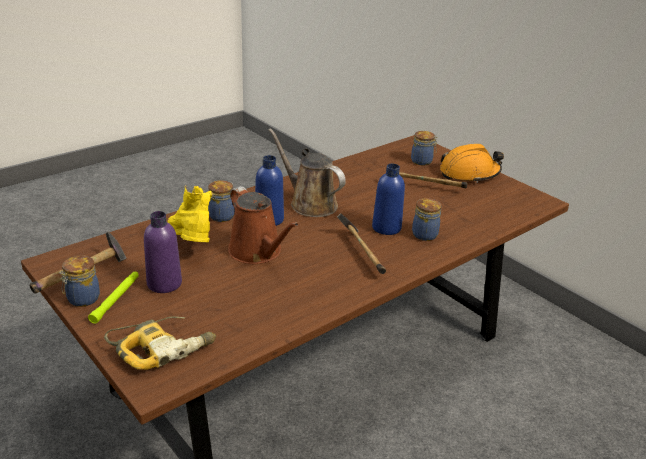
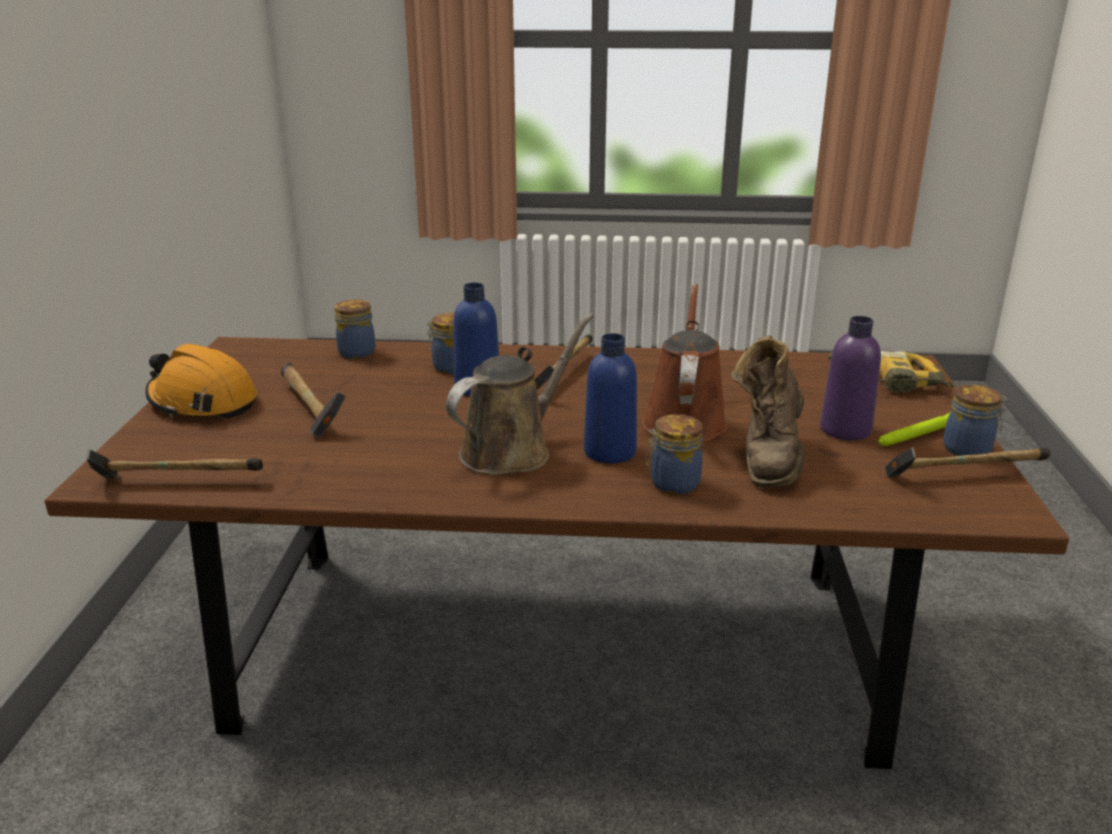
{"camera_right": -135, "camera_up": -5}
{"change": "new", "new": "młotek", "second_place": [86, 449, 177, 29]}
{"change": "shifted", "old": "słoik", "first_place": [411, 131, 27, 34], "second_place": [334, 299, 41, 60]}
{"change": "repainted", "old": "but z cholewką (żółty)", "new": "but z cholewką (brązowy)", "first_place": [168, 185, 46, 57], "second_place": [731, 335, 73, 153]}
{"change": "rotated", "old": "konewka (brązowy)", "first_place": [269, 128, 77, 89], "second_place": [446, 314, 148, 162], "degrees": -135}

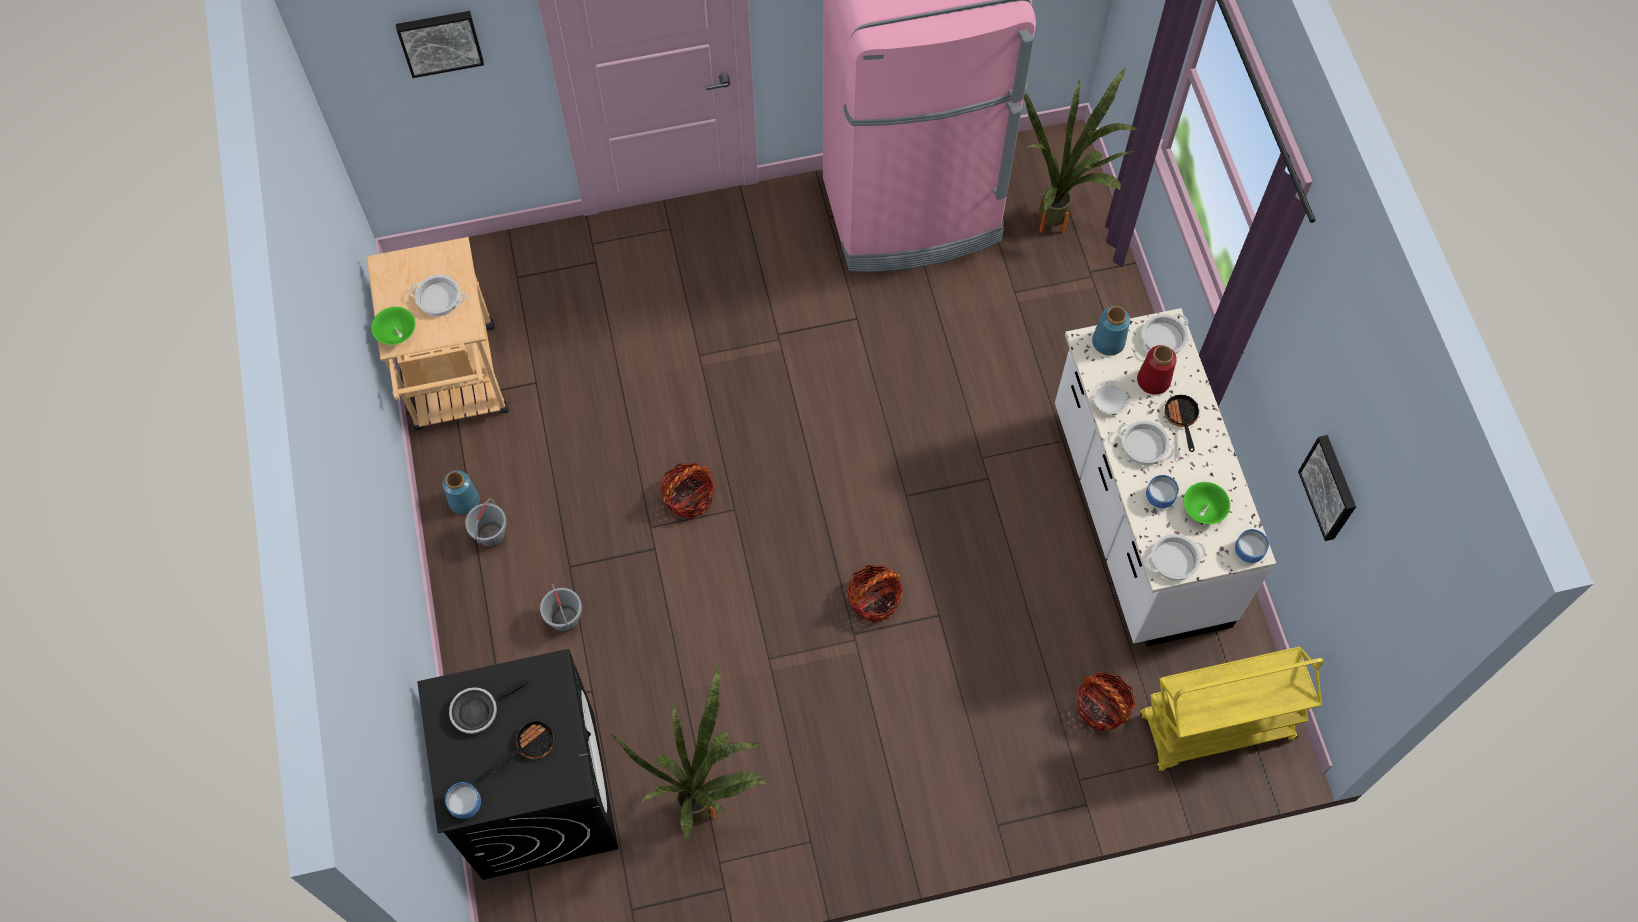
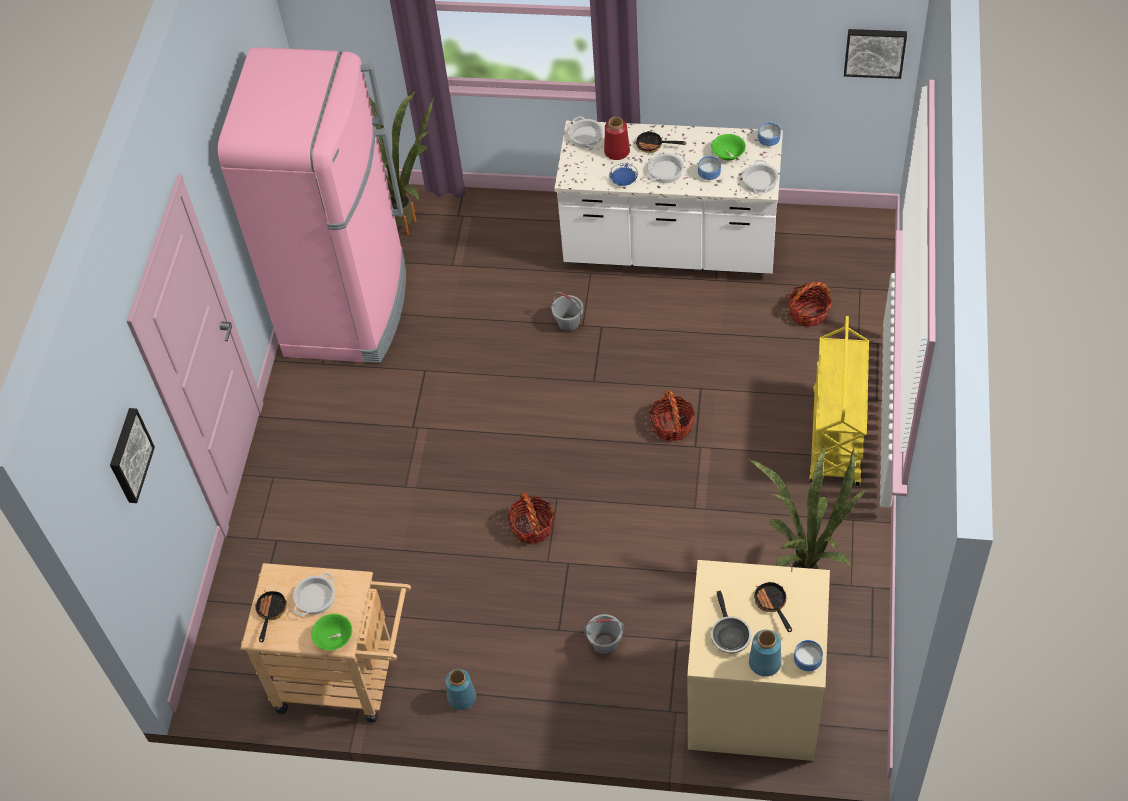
{"camera_right": -65, "camera_up": -10}
{"change": "new", "new": "patelnia", "second_place": [255, 591, 32, 51]}
{"change": "shifted", "old": "wiadro (szary)", "first_place": [465, 498, 42, 49], "second_place": [552, 292, 31, 40]}
{"change": "shifted", "old": "wazon (niebieski)", "first_place": [1092, 306, 38, 50], "second_place": [749, 630, 32, 47]}
{"change": "shifted", "old": "wózek (żółty)", "first_place": [1140, 647, 184, 124], "second_place": [809, 316, 60, 170]}
{"change": "shifted", "old": "obraz", "first_place": [1298, 435, 58, 106], "second_place": [844, 29, 63, 50]}
{"change": "repainted", "old": "pralka (czarny)", "new": "pralka (beżowy)", "first_place": [417, 649, 201, 231], "second_place": [687, 560, 143, 201]}
{"change": "repainted", "old": "talerz (biały)", "new": "talerz (niebieski)", "first_place": [1092, 381, 38, 33], "second_place": [609, 163, 29, 23]}

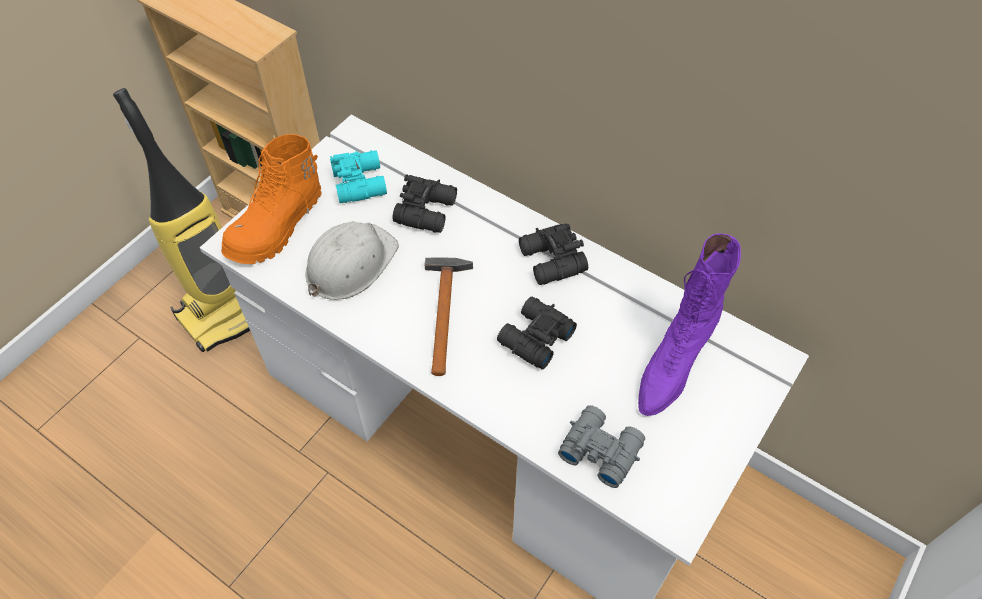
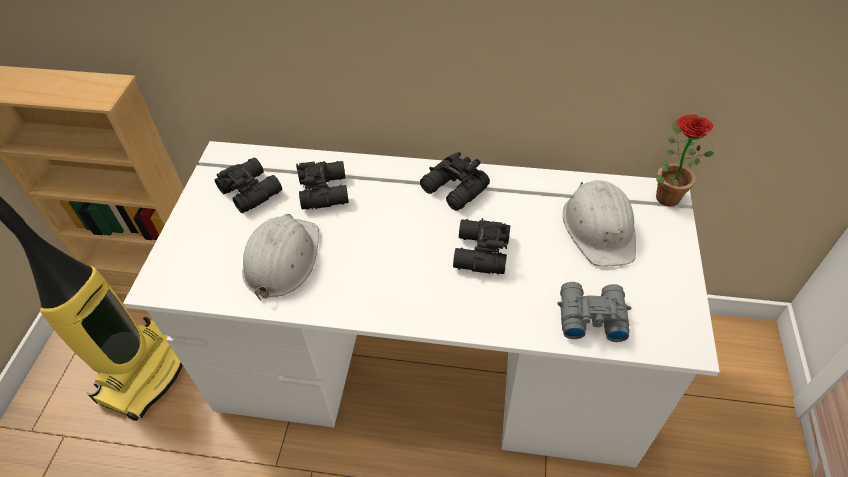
{"camera_right": -25, "camera_up": -5}
{"change": "gone", "old": "but z cholewką (pomarańczowy)", "first_place": [221, 134, 101, 130]}
{"change": "gone", "old": "młotek", "first_place": [425, 257, 48, 119]}
{"change": "new", "new": "roślina doniczkowa", "second_place": [656, 114, 58, 92]}
{"change": "swapped", "old": "but z cholewką (fioletowy)", "new": "kask (biały)", "first_place": [638, 233, 103, 183], "second_place": [563, 180, 73, 87]}
{"change": "repainted", "old": "lornetka (turkusowy)", "new": "lornetka (czarny)", "first_place": [330, 150, 57, 53], "second_place": [215, 157, 67, 56]}

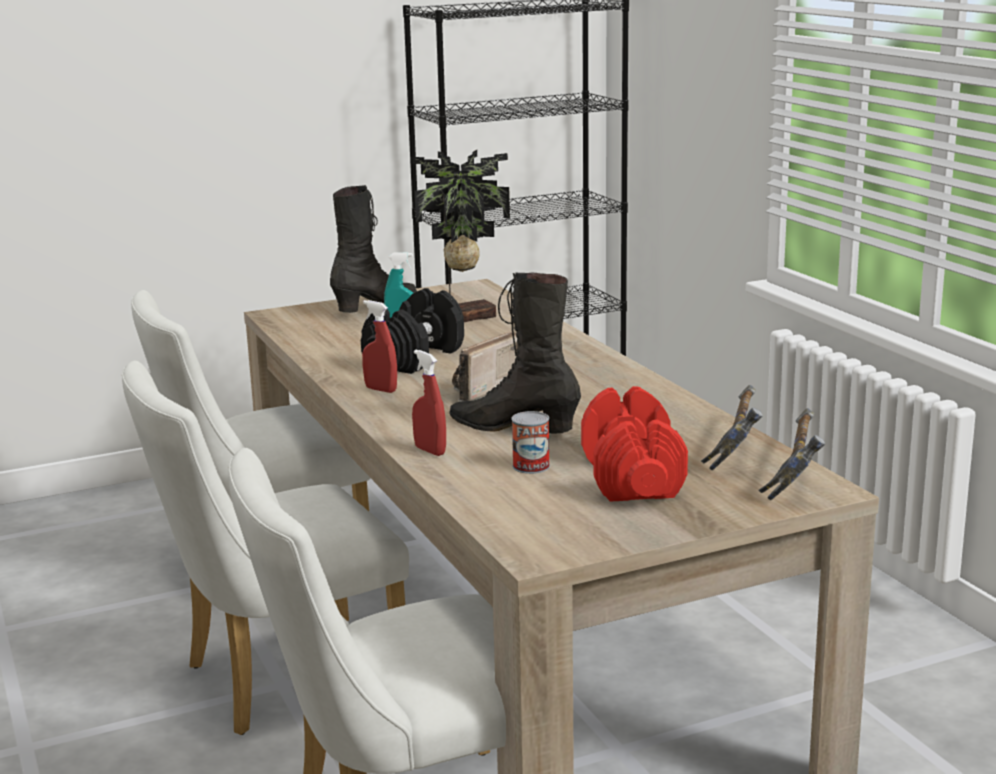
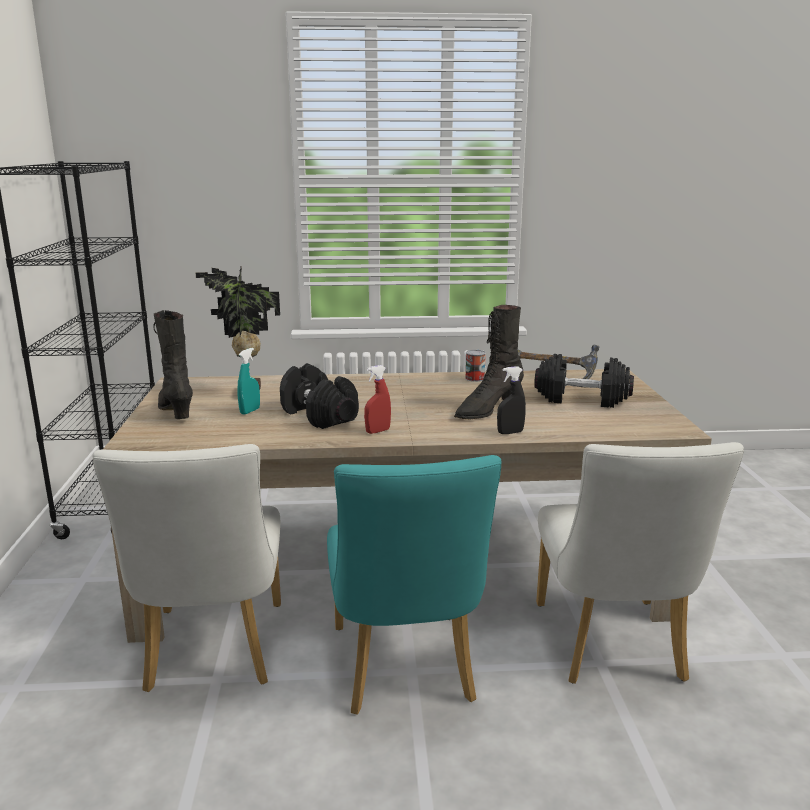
{"camera_right": -70, "camera_up": 0}
{"change": "gone", "old": "radio", "first_place": [452, 331, 66, 71]}
{"change": "gone", "old": "młotek", "first_place": [758, 408, 67, 93]}
{"change": "shifted", "old": "puszka", "first_place": [511, 411, 39, 63], "second_place": [465, 350, 21, 32]}
{"change": "repainted", "old": "krzesło (biały)", "new": "krzesło (turkusowy)", "first_place": [122, 361, 287, 374], "second_place": [327, 455, 174, 260]}
{"change": "repainted", "old": "spryskiwacz (czerwony)", "new": "spryskiwacz (czarny)", "first_place": [412, 350, 34, 106], "second_place": [497, 366, 29, 68]}
{"change": "repainted", "old": "hantel (czerwony)", "new": "hantel (czarny)", "first_place": [581, 386, 107, 116], "second_place": [534, 354, 100, 54]}

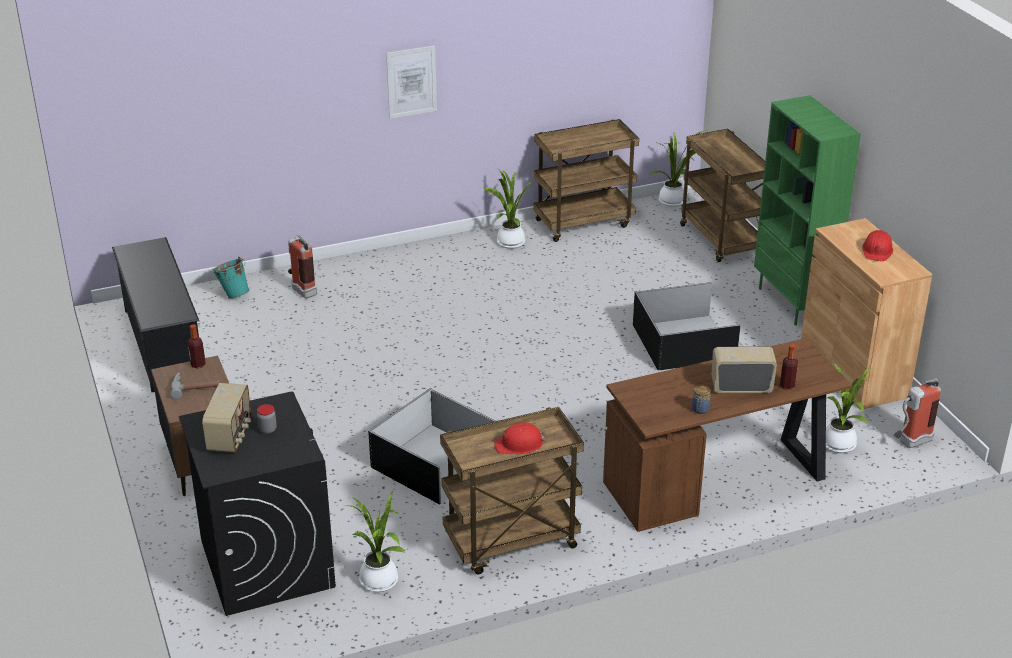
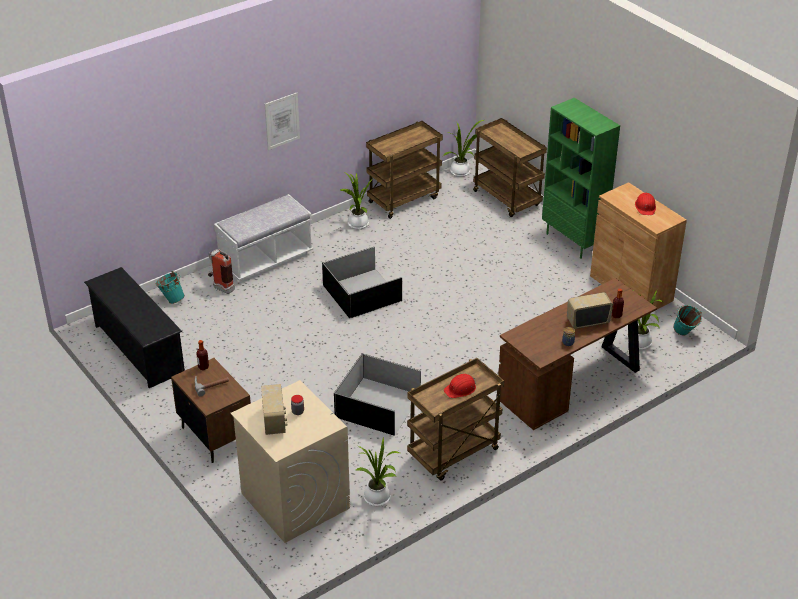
{"camera_right": -15, "camera_up": 5}
{"change": "new", "new": "ławka (biały)", "second_place": [214, 194, 99, 88]}
{"change": "shifted", "old": "pojemnik do przechowywania (czarny)", "first_place": [633, 282, 108, 88], "second_place": [322, 246, 80, 72]}
{"change": "swapped", "old": "gaśnica", "new": "wiadro (turkusowy)", "first_place": [893, 378, 48, 70], "second_place": [673, 305, 29, 30]}
{"change": "repainted", "old": "pralka (czarny)", "new": "pralka (beżowy)", "first_place": [179, 391, 157, 225], "second_place": [231, 380, 119, 163]}

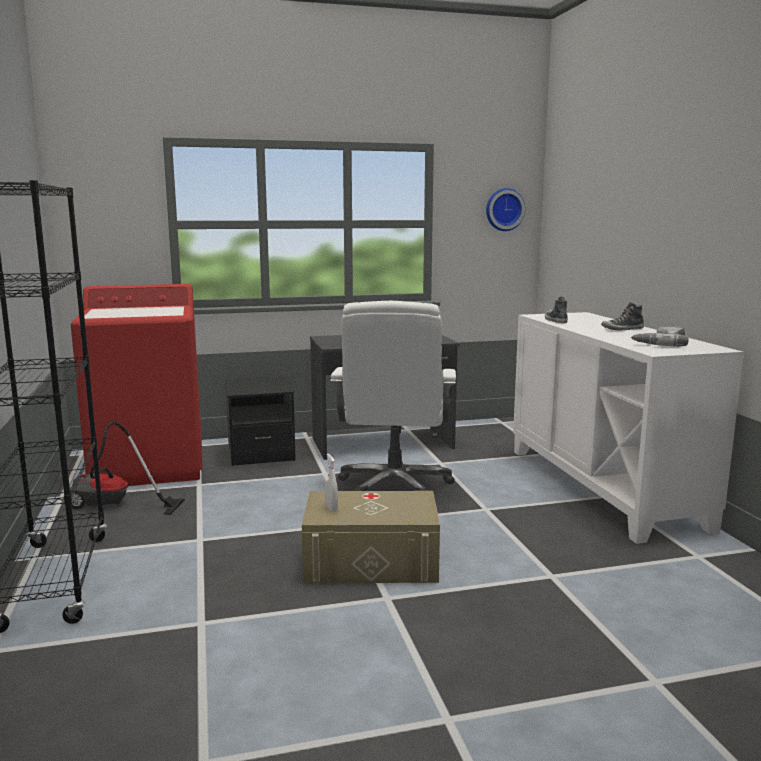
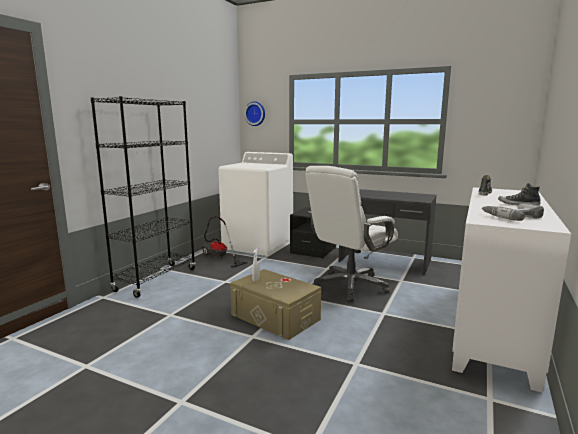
{"camera_right": 40, "camera_up": 0}
{"change": "shifted", "old": "zegar ścienny", "first_place": [486, 188, 39, 43], "second_place": [244, 101, 21, 25]}
{"change": "repainted", "old": "pralka (czerwony)", "new": "pralka (biały)", "first_place": [71, 284, 132, 202], "second_place": [218, 152, 75, 104]}

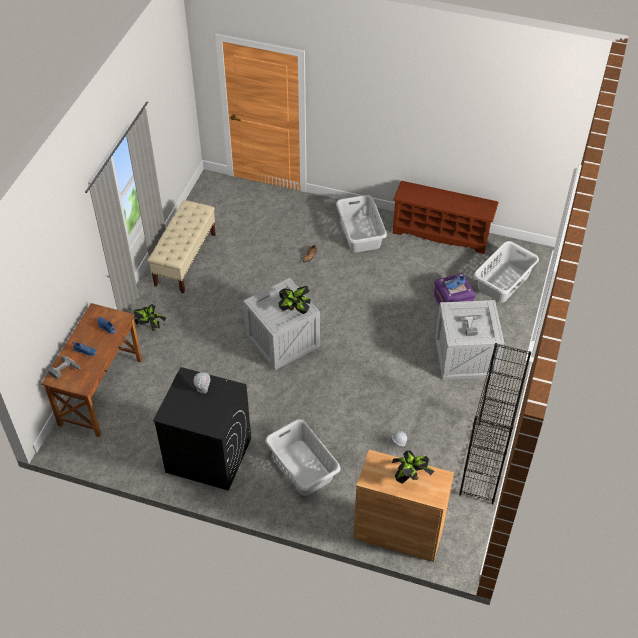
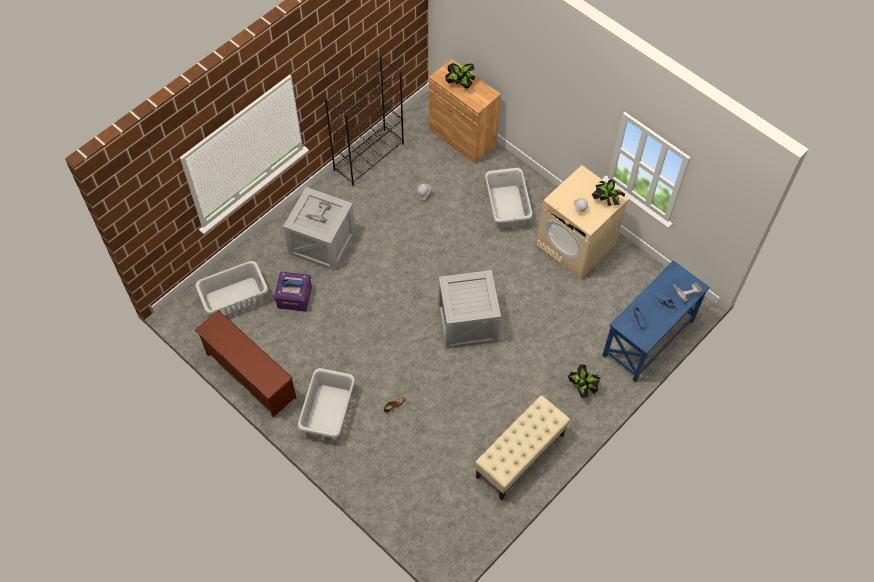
{"camera_right": -155, "camera_up": 10}
{"change": "shifted", "old": "roślina doniczkowa", "first_place": [278, 286, 33, 28], "second_place": [592, 179, 33, 27]}
{"change": "repainted", "old": "biurko (brązowy)", "new": "biurko (niebieski)", "first_place": [41, 303, 101, 135], "second_place": [602, 260, 108, 122]}
{"change": "repainted", "old": "pralka (czarny)", "new": "pralka (beżowy)", "first_place": [153, 367, 98, 124], "second_place": [537, 165, 92, 114]}

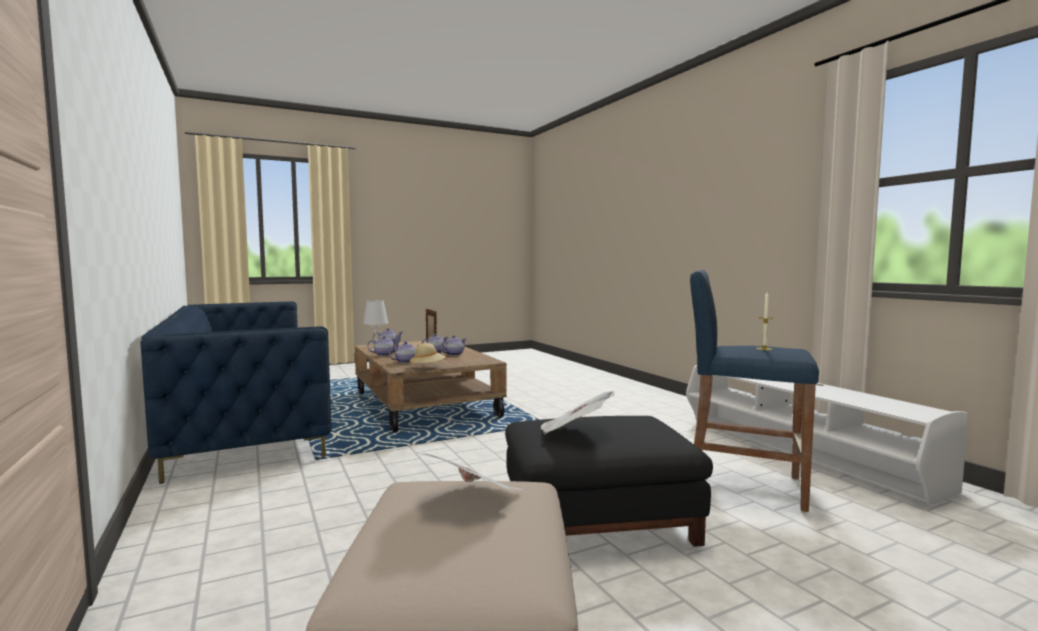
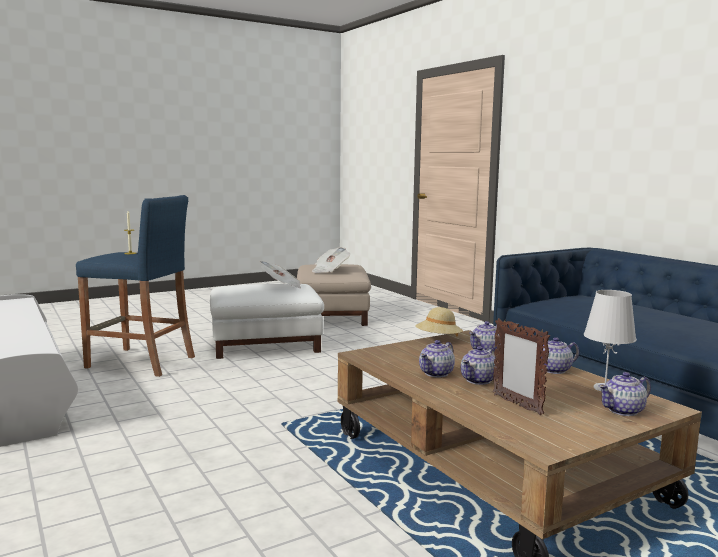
{"camera_right": 175, "camera_up": 5}
{"change": "repainted", "old": "pufa (czarny)", "new": "pufa (biały)", "first_place": [505, 416, 208, 131], "second_place": [210, 284, 114, 75]}

